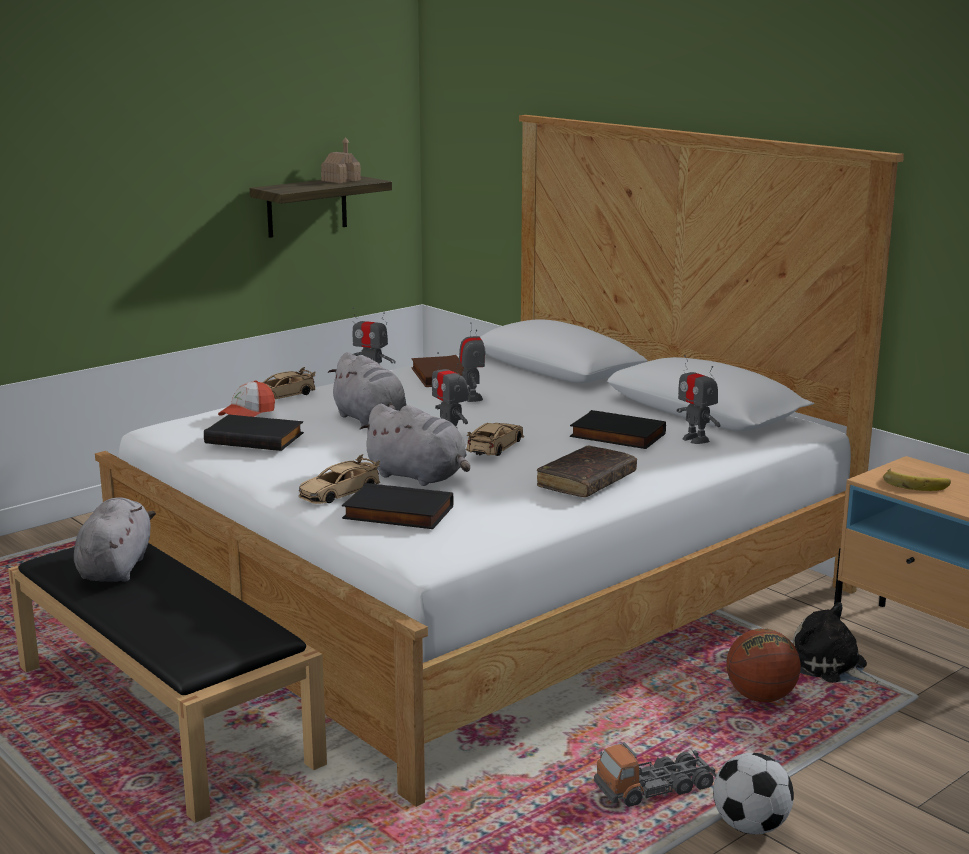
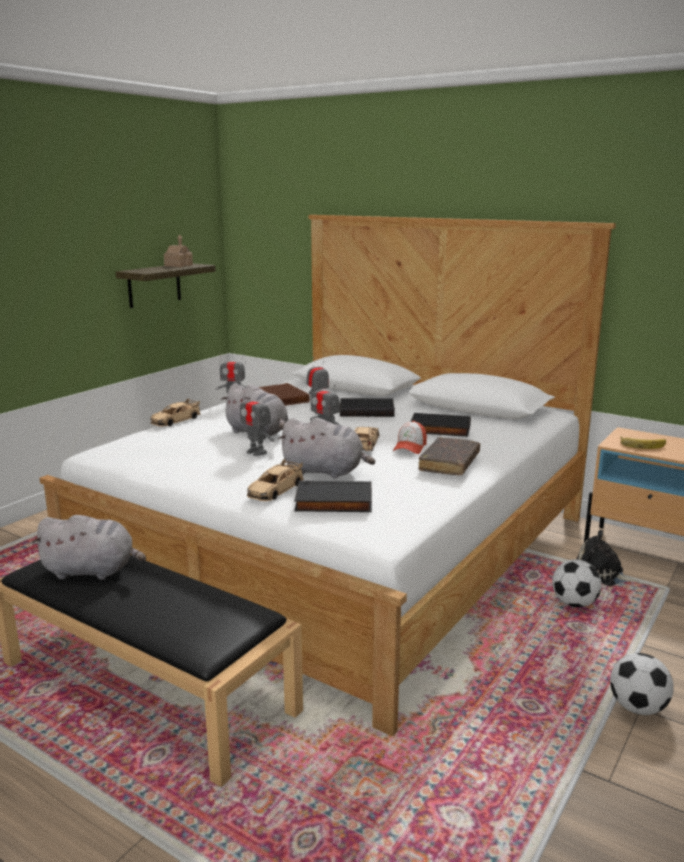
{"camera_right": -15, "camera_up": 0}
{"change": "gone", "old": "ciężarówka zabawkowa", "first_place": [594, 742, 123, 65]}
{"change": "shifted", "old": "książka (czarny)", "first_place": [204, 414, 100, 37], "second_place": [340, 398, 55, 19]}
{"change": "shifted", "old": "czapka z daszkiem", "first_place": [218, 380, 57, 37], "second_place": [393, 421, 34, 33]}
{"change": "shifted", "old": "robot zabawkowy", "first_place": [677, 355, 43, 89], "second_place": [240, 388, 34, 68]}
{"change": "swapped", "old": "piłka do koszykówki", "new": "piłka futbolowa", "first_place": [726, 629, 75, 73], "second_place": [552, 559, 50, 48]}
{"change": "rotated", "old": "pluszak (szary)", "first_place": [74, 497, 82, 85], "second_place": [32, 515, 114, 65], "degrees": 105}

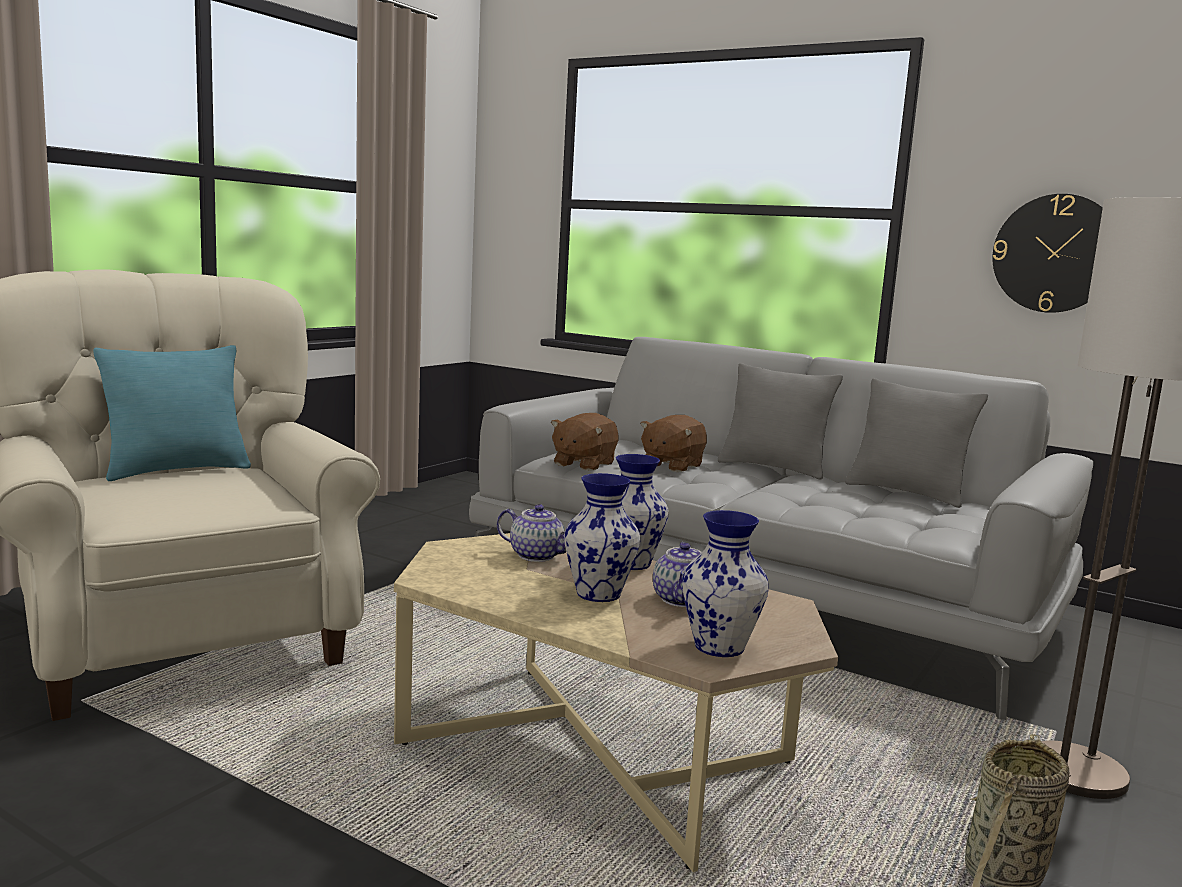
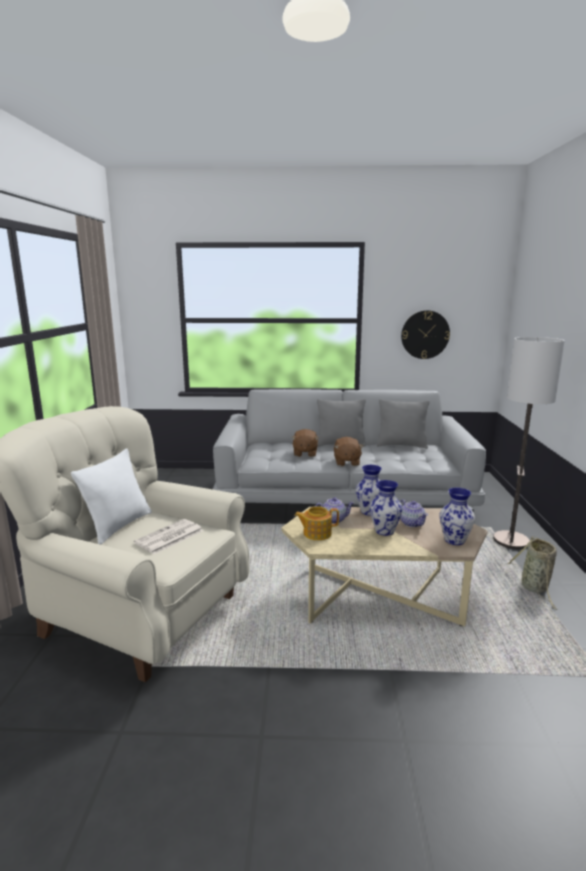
{"camera_right": -30, "camera_up": 5}
{"change": "new", "new": "gazeta", "second_place": [134, 519, 69, 35]}
{"change": "new", "new": "imbryk", "second_place": [295, 506, 44, 34]}
{"change": "shifted", "old": "pluszak (brązowy)", "first_place": [551, 413, 67, 58], "second_place": [334, 437, 29, 29]}
{"change": "repainted", "old": "poduszka (turkusowy)", "new": "poduszka (biały)", "first_place": [93, 345, 158, 136], "second_place": [71, 448, 81, 97]}

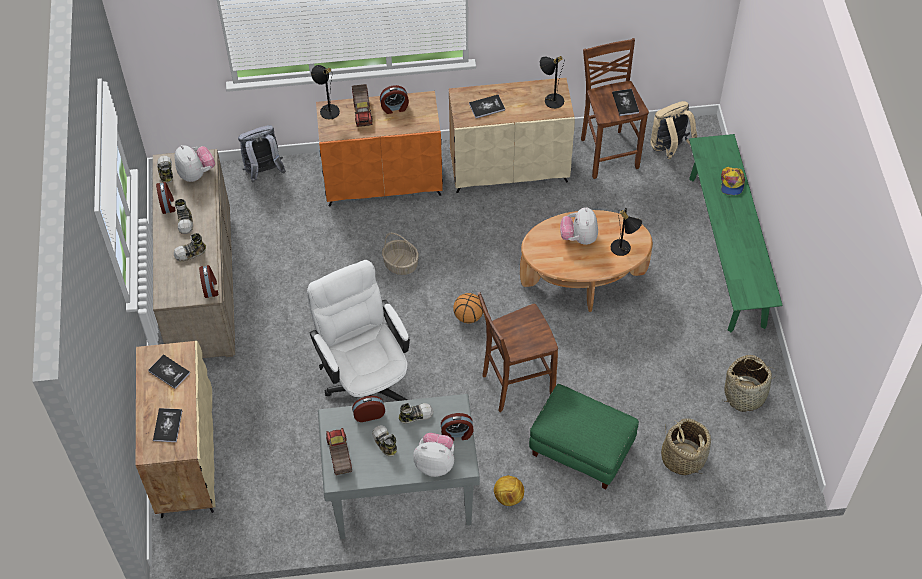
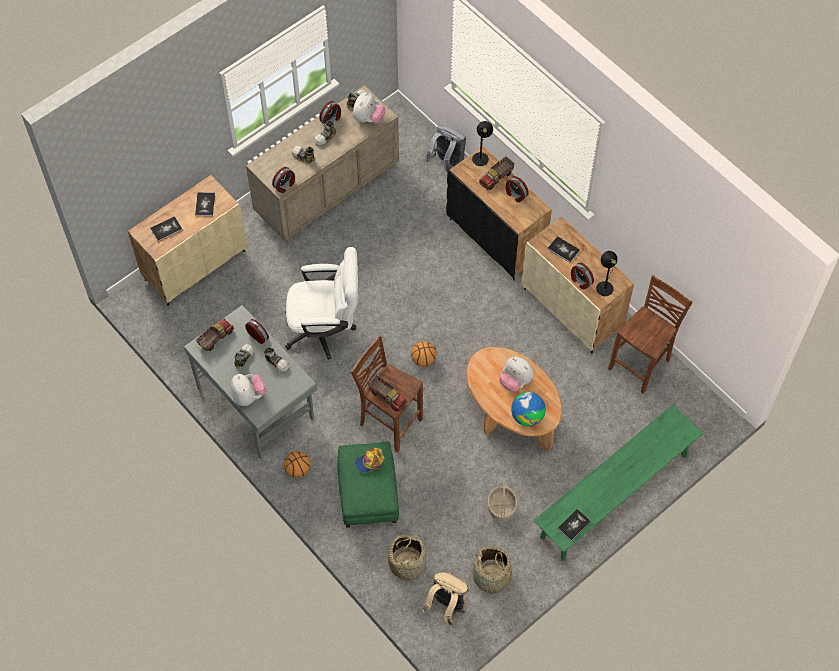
{"camera_right": 55, "camera_up": 5}
{"change": "new", "new": "ciężarówka zabawkowa", "second_place": [368, 375, 39, 37]}
{"change": "shifted", "old": "koszyk", "first_place": [382, 233, 37, 42], "second_place": [487, 481, 31, 41]}
{"change": "shifted", "old": "budzik", "first_place": [441, 413, 32, 28], "second_place": [571, 263, 23, 27]}
{"change": "shifted", "old": "książka", "first_place": [612, 89, 27, 27], "second_place": [557, 509, 34, 32]}
{"change": "shifted", "old": "plecak (beżowy)", "first_place": [650, 101, 47, 58], "second_place": [422, 572, 47, 55]}
{"change": "shifted", "old": "czapka z daszkiem", "first_place": [721, 167, 24, 28], "second_place": [355, 448, 30, 25]}
{"change": "swapped", "old": "piłka futbolowa", "new": "piłka do koszykówki", "first_place": [494, 475, 30, 31], "second_place": [284, 451, 26, 27]}
{"change": "swapped", "old": "lampa stołowa (czarny)", "new": "globus", "first_place": [611, 208, 31, 48], "second_place": [511, 392, 35, 34]}
{"change": "repainted", "old": "szafka (pomarańczowy)", "new": "szafka (czarny)", "first_place": [316, 91, 127, 116], "second_place": [446, 146, 106, 135]}
{"change": "rotated", "old": "krzesło biurowe (biały)", "first_place": [307, 260, 103, 141], "second_place": [285, 247, 73, 113], "degrees": 60}
{"change": "rotated", "old": "pluszak", "first_place": [560, 207, 38, 38], "second_place": [499, 357, 35, 35], "degrees": -105}

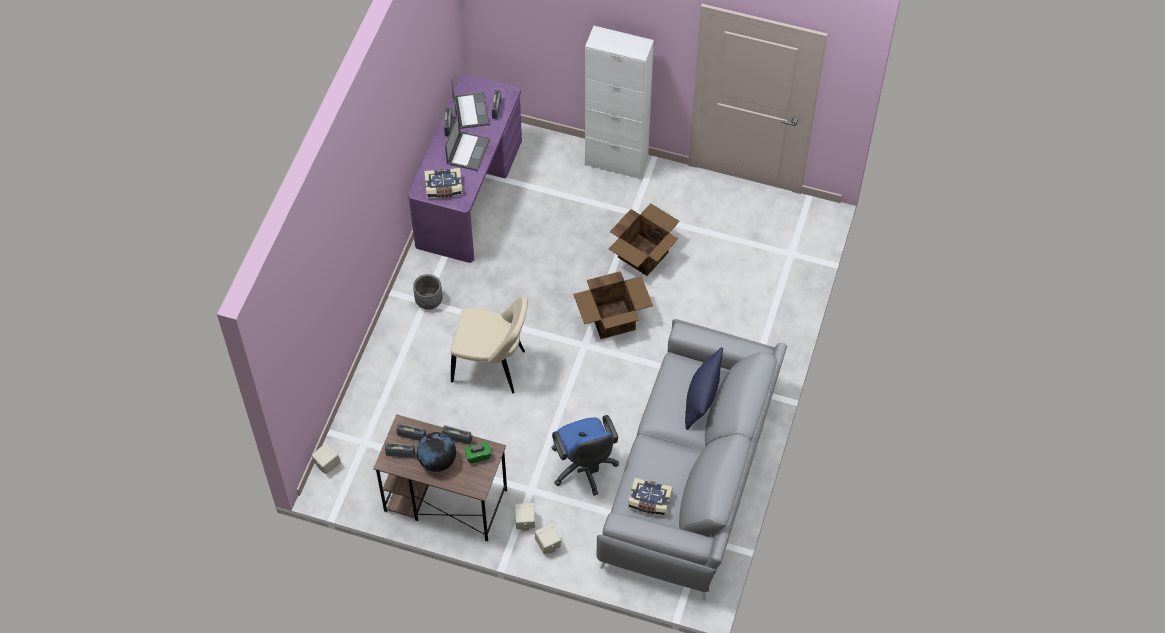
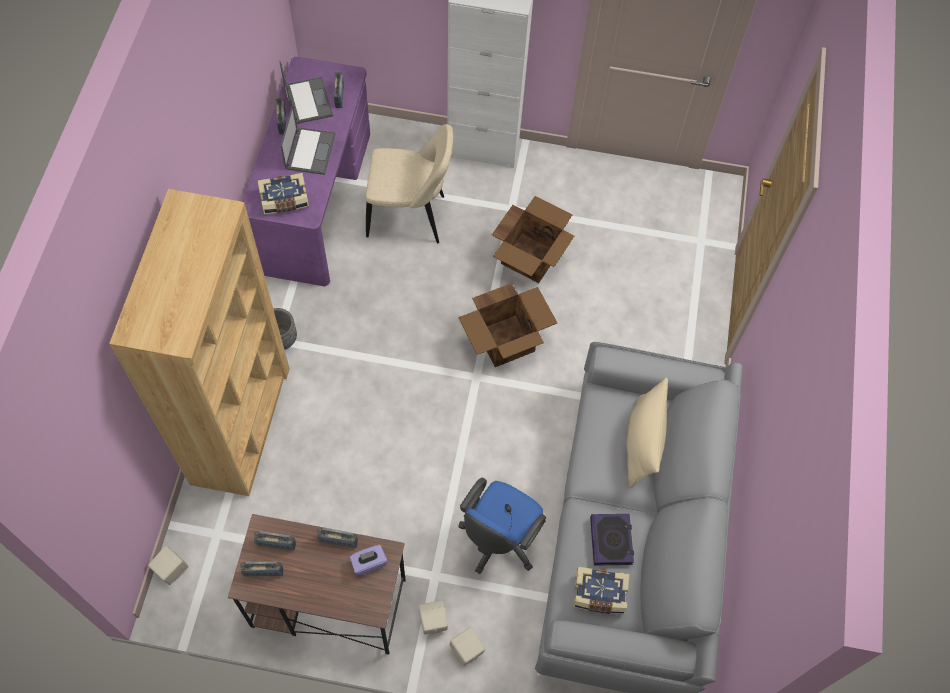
{"camera_right": -10, "camera_up": 5}
{"change": "gone", "old": "globus", "first_place": [417, 432, 39, 40]}
{"change": "new", "new": "regał (brązowy)", "second_place": [109, 189, 181, 307]}
{"change": "new", "new": "książka", "second_place": [590, 514, 44, 52]}
{"change": "shifted", "old": "krzesło (beżowy)", "first_place": [451, 296, 77, 97], "second_place": [366, 124, 87, 119]}
{"change": "repainted", "old": "pudełko chusteczek (zielony)", "new": "pudełko chusteczek (fioletowy)", "first_place": [464, 442, 28, 22], "second_place": [350, 545, 37, 31]}
{"change": "repainted", "old": "poduszka (niebieski)", "new": "poduszka (beżowy)", "first_place": [685, 347, 38, 83], "second_place": [627, 378, 41, 110]}
{"change": "rotated", "old": "krzesło biurowe (niebieski)", "first_place": [552, 415, 67, 81], "second_place": [458, 478, 88, 96], "degrees": 60}

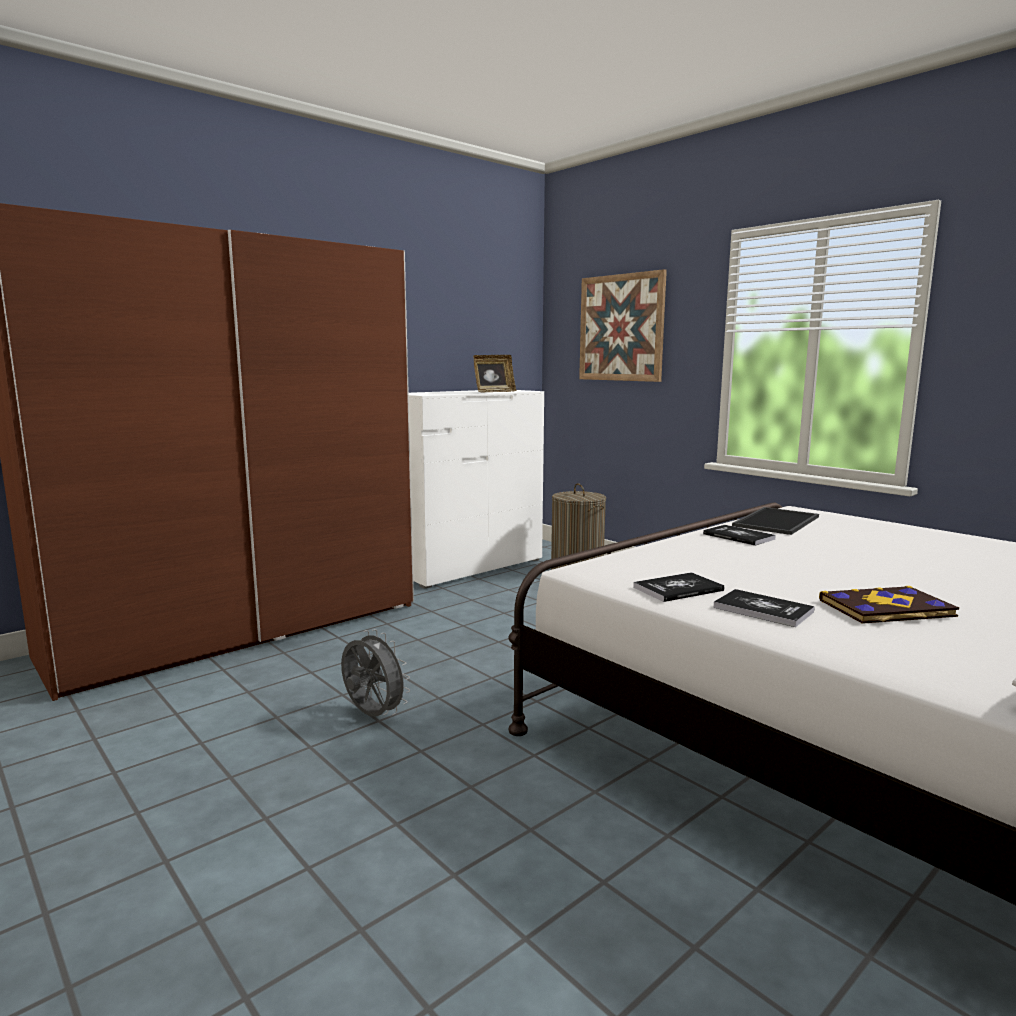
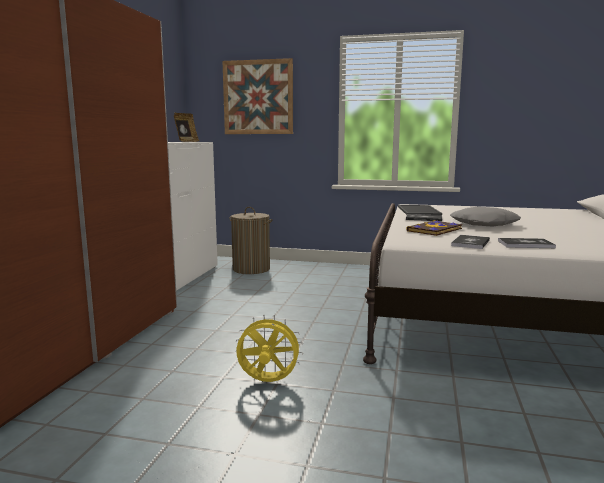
{"camera_right": -35, "camera_up": 0}
{"change": "new", "new": "poduszka (szary)", "second_place": [450, 207, 71, 20]}
{"change": "shifted", "old": "książka", "first_place": [819, 586, 140, 38], "second_place": [406, 220, 56, 16]}
{"change": "repainted", "old": "wentylator (szary)", "new": "wentylator (żółty)", "first_place": [341, 629, 69, 88], "second_place": [235, 315, 68, 67]}

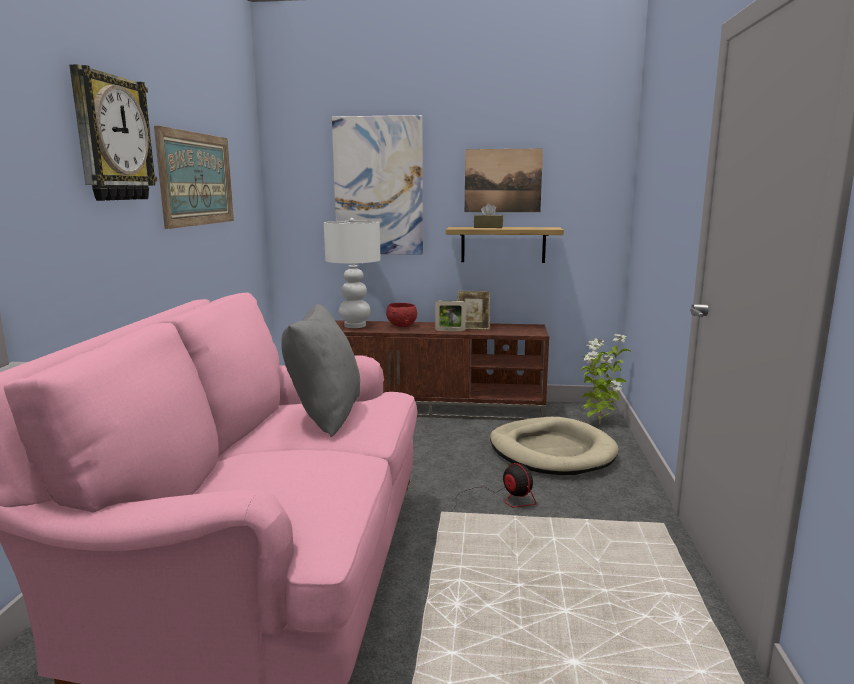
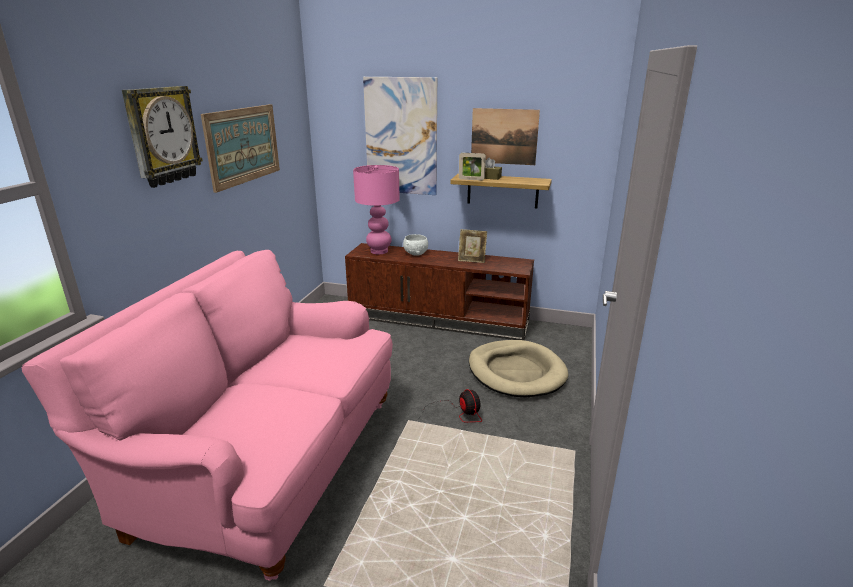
{"camera_right": 10, "camera_up": 10}
{"change": "gone", "old": "poduszka (szary)", "first_place": [281, 304, 79, 133]}
{"change": "gone", "old": "roślina doniczkowa", "first_place": [580, 333, 52, 91]}
{"change": "shifted", "old": "ramka na zdjęcie", "first_place": [435, 301, 31, 30], "second_place": [459, 153, 27, 28]}
{"change": "repainted", "old": "lampa stołowa (biały)", "new": "lampa stołowa (różowy)", "first_place": [324, 218, 57, 110], "second_place": [353, 165, 47, 89]}
{"change": "repainted", "old": "miska (czerwony)", "new": "miska (biały)", "first_place": [386, 303, 31, 24], "second_place": [403, 234, 25, 22]}

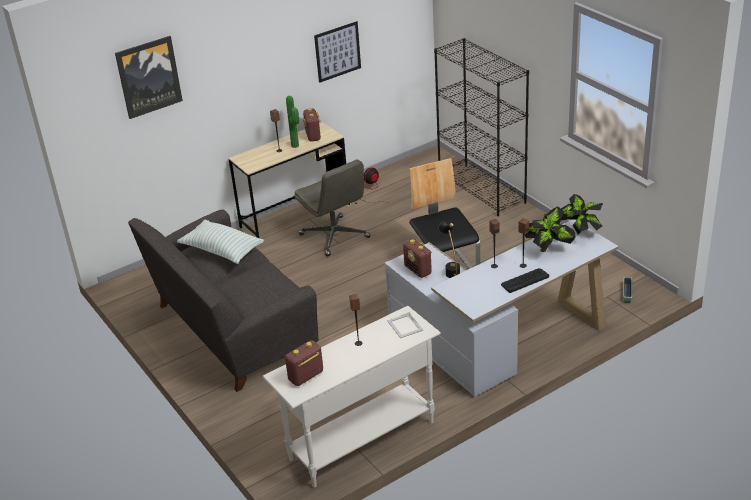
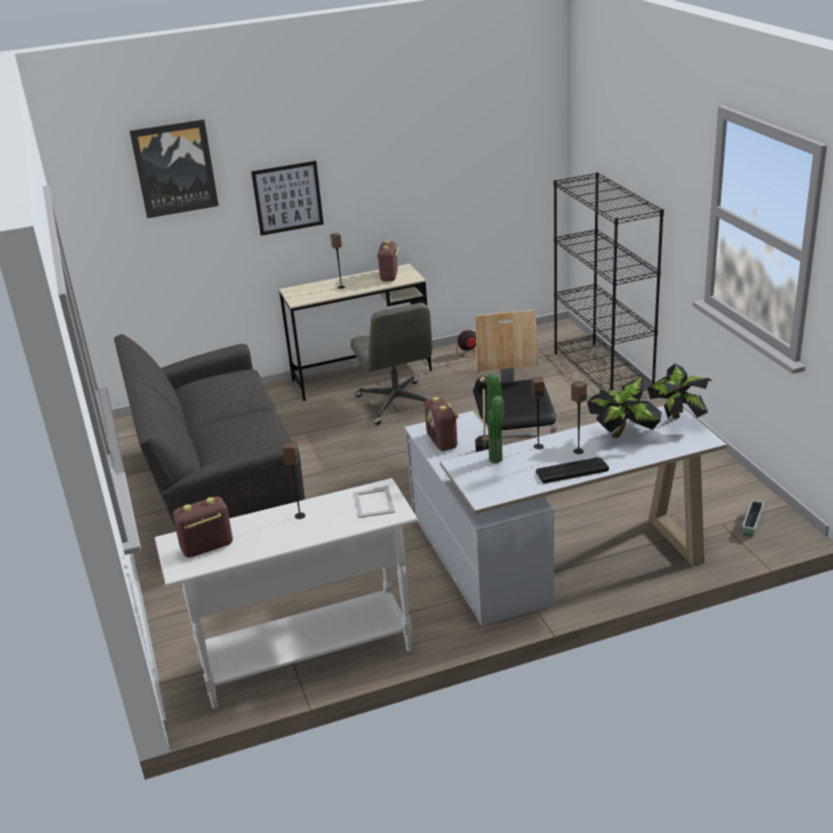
{"camera_right": 15, "camera_up": -5}
{"change": "gone", "old": "poduszka", "first_place": [177, 219, 87, 45]}
{"change": "shifted", "old": "roślina doniczkowa", "first_place": [286, 96, 13, 52], "second_place": [487, 374, 18, 89]}
{"change": "shifted", "old": "obraz", "first_place": [314, 21, 47, 62], "second_place": [251, 161, 73, 75]}

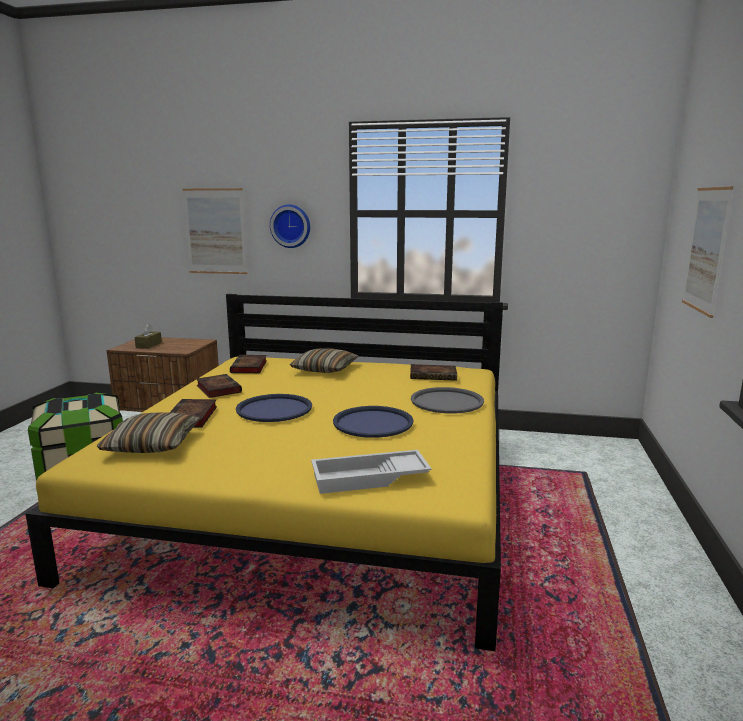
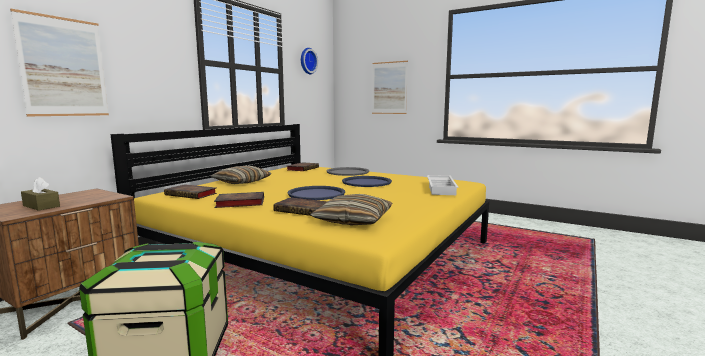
{"camera_right": -70, "camera_up": -5}
{"change": "shifted", "old": "zegar ścienny", "first_place": [270, 204, 40, 44], "second_place": [301, 48, 17, 26]}

